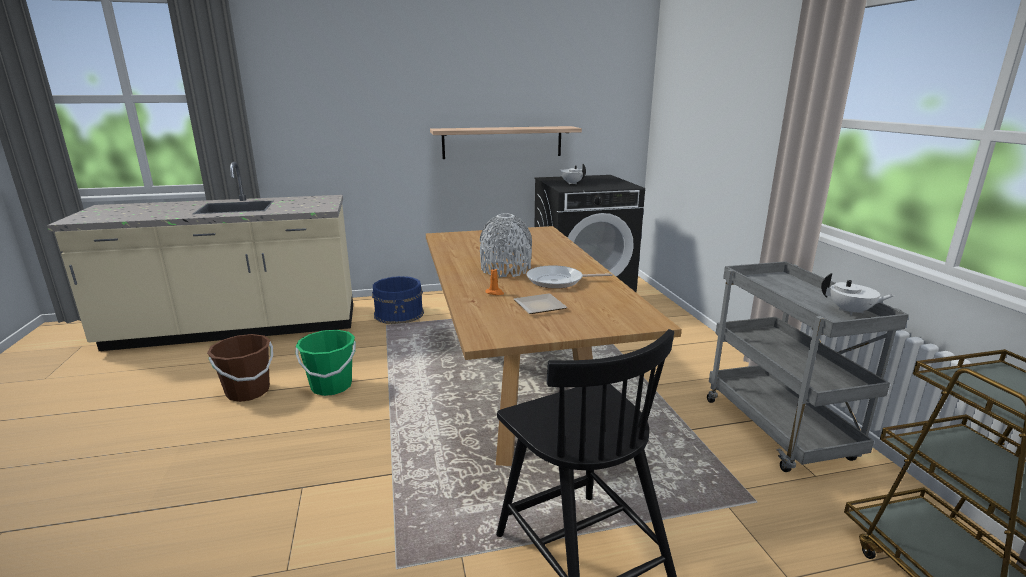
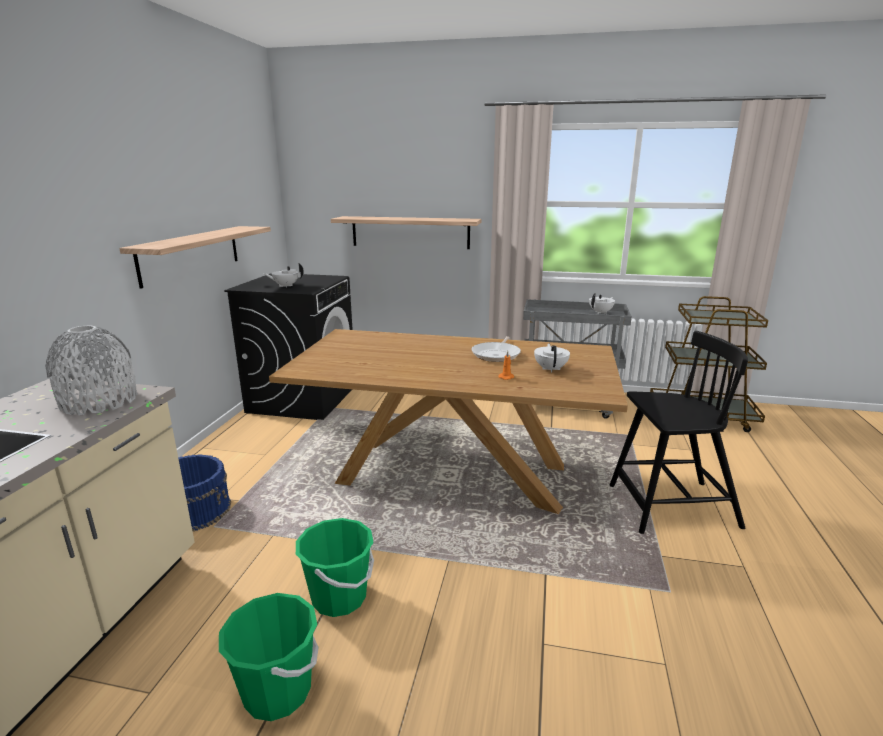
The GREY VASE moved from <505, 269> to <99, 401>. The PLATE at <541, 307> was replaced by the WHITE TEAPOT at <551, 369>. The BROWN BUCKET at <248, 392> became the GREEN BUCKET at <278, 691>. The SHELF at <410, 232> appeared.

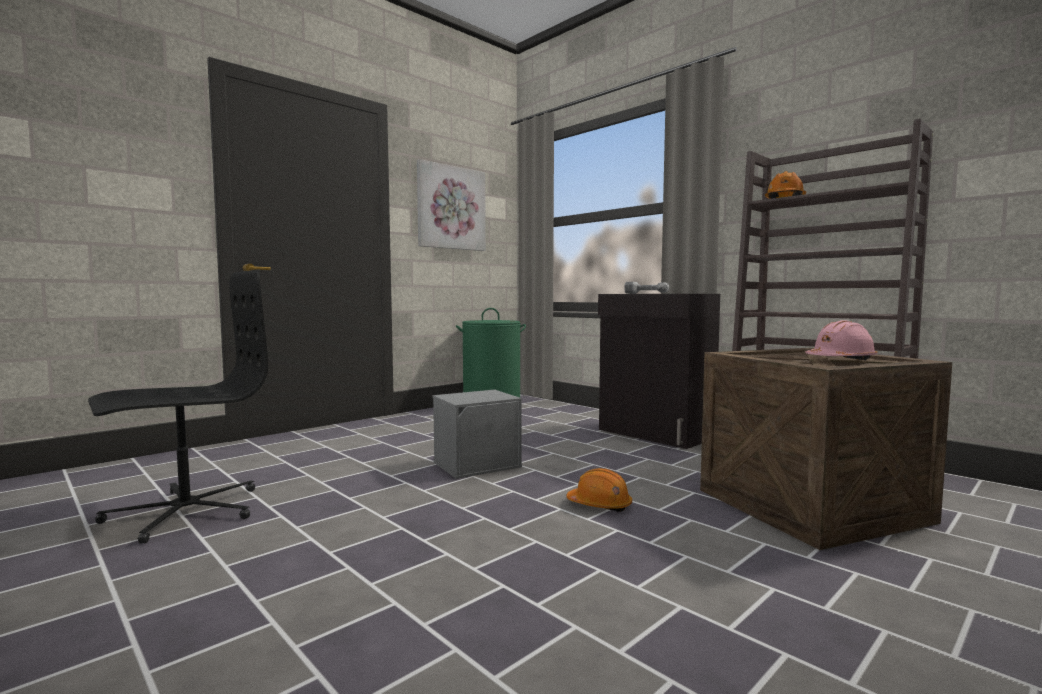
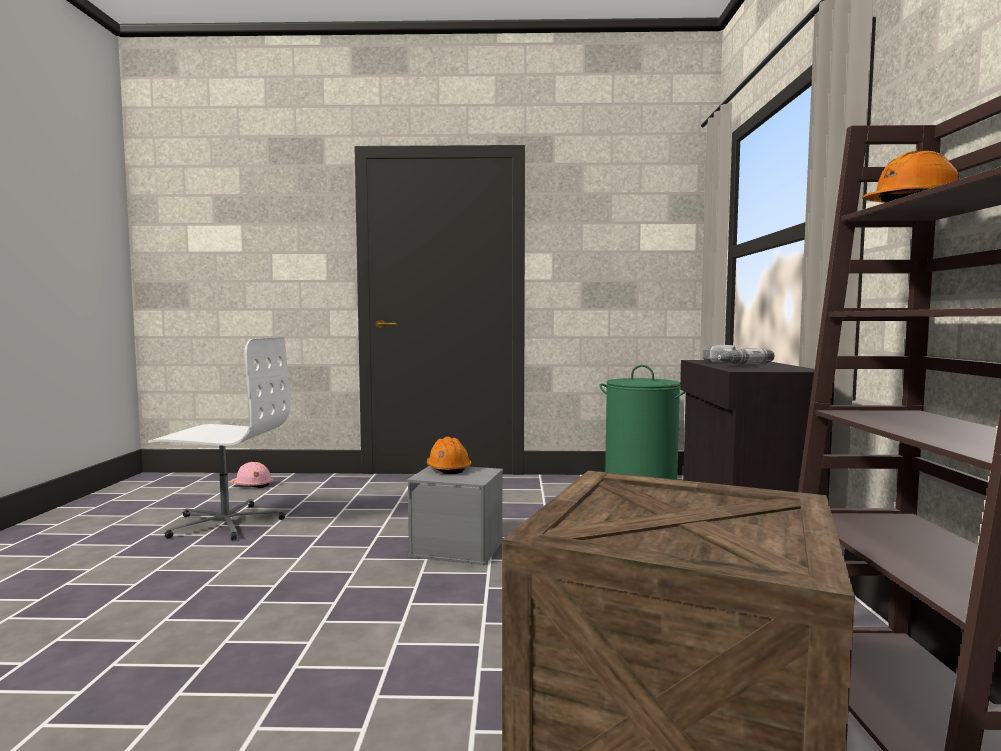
The PICTURE at <451, 208> disappeared. The BLACK OFFICE CHAIR at <184, 511> became the WHITE OFFICE CHAIR at <225, 523>. The PINK HARD HAT moved from <840, 360> to <252, 485>. The ORANGE HARD HAT moved from <599, 505> to <448, 469>.

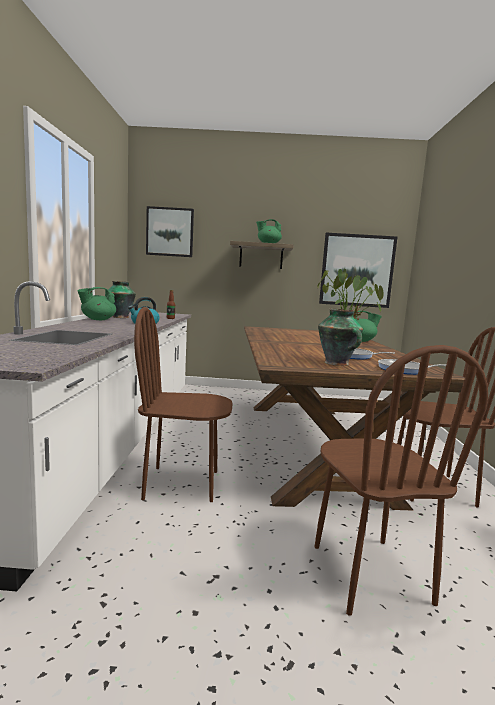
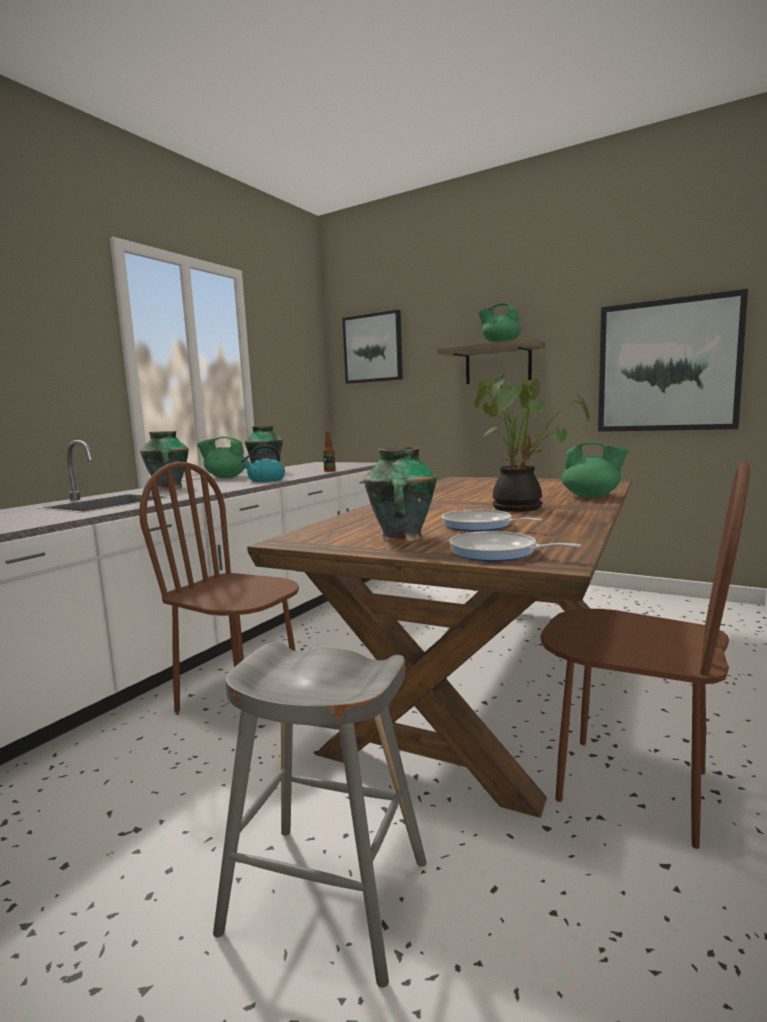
The BROWN CHAIR at <369, 573> was replaced by the GREY STOOL at <327, 896>. The VASE at <168, 488> appeared.

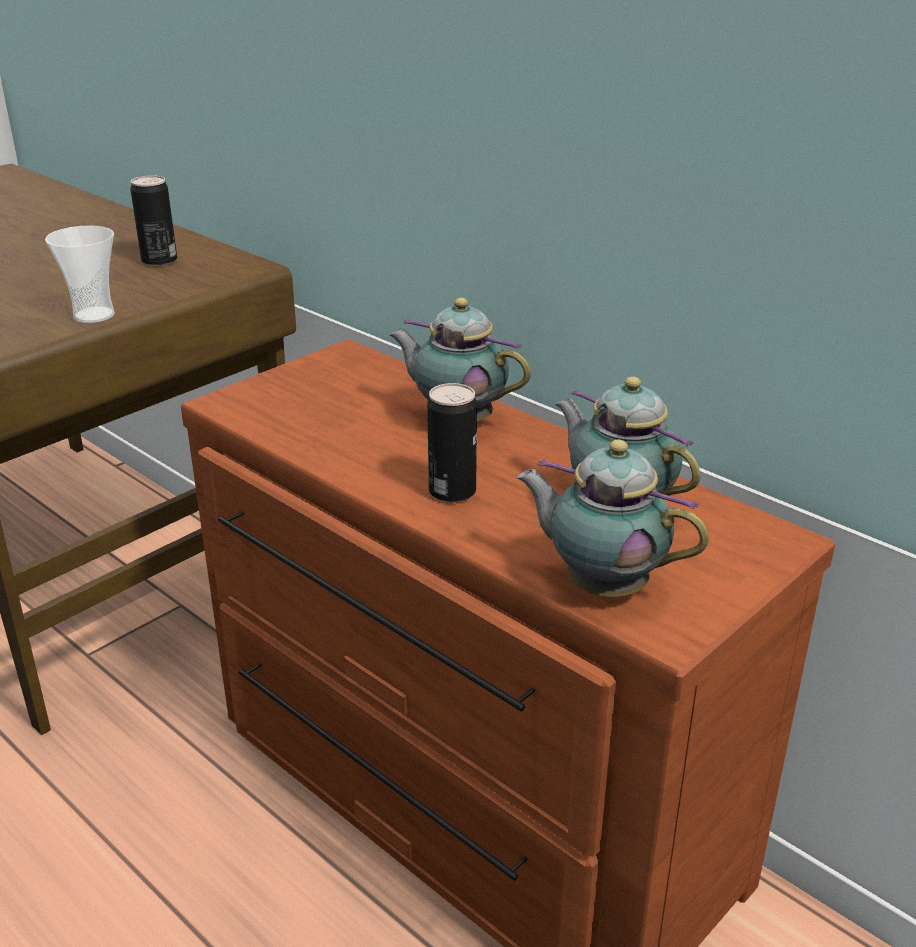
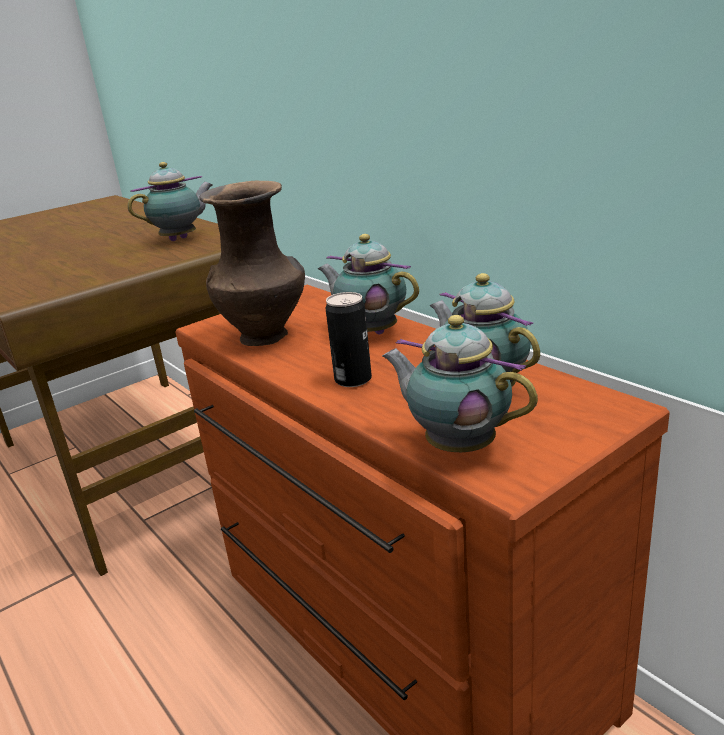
The CAN at <159, 261> was replaced by the TEAPOT at <182, 239>. The CUP at <94, 315> disappeared. The BROWN VASE at <266, 336> appeared.

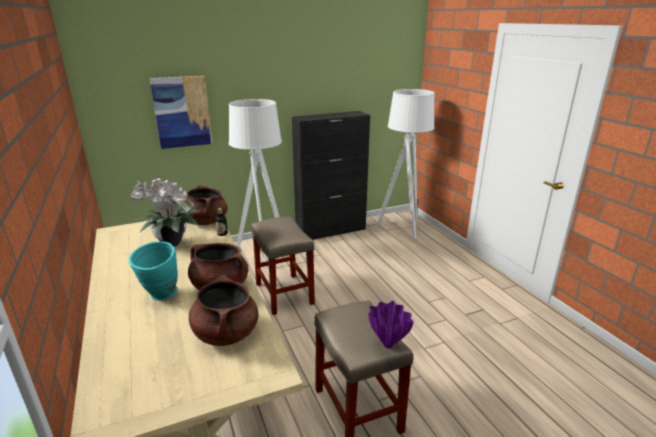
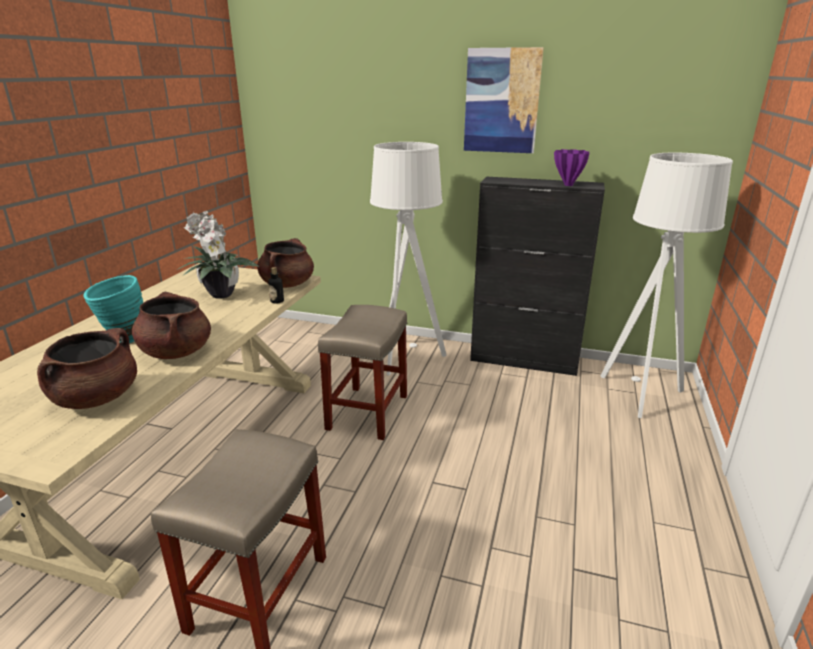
The PICTURE moved from <182, 112> to <501, 101>. The PURPLE VASE moved from <387, 345> to <568, 185>.

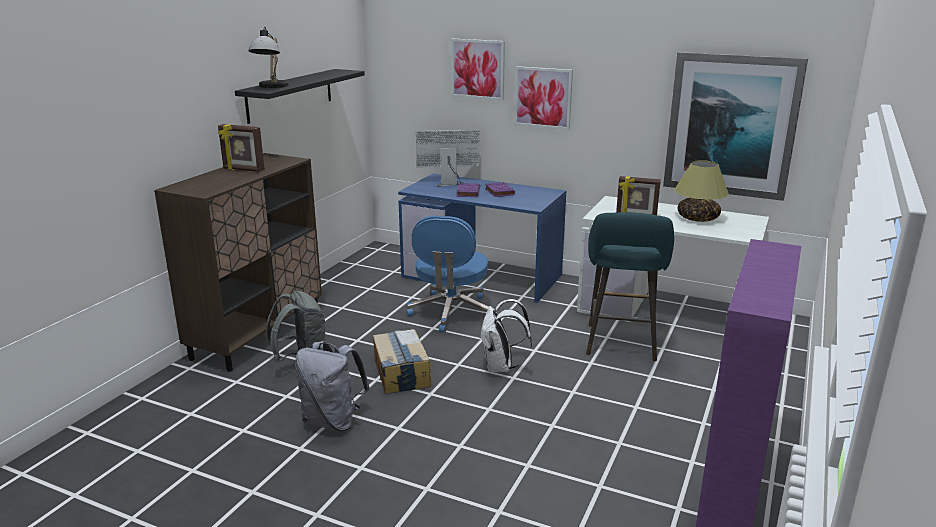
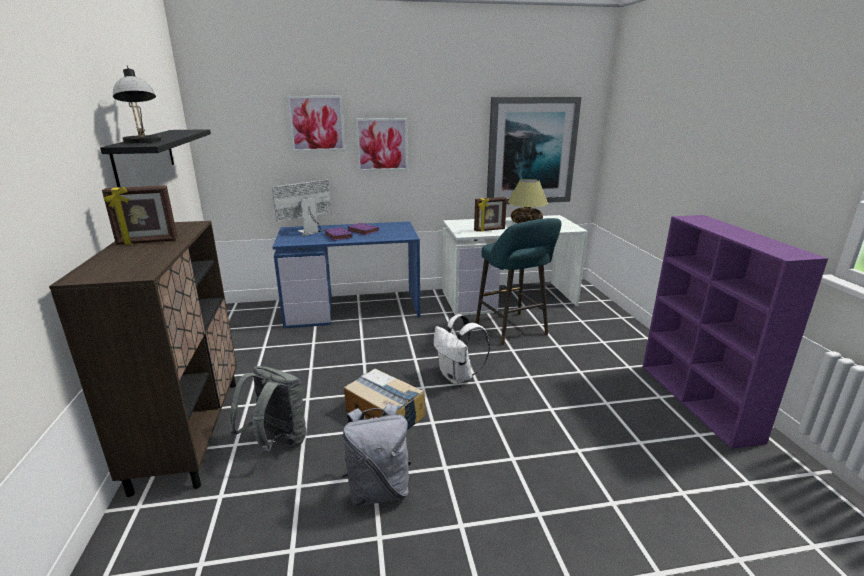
The BLUE OFFICE CHAIR at <451, 313> disappeared.

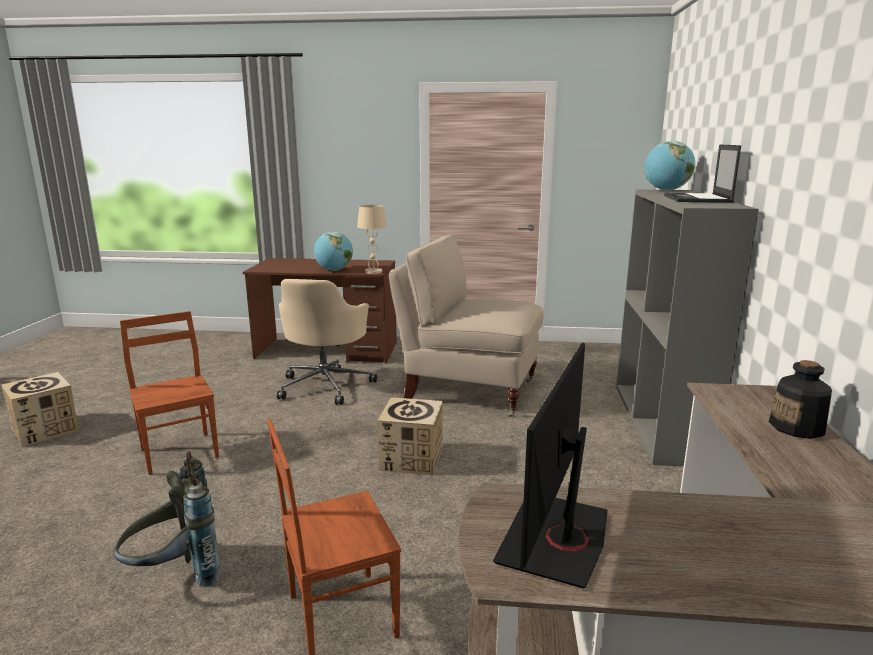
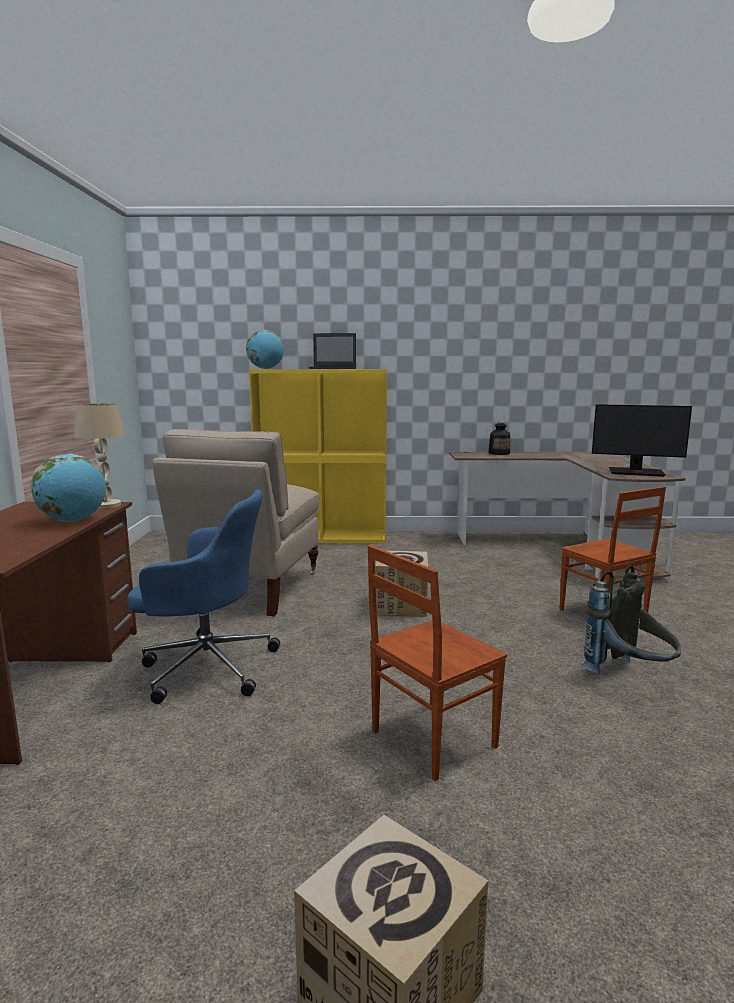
The GREY BOOKCASE at <661, 423> became the YELLOW BOOKCASE at <323, 537>. The BEIGE OFFICE CHAIR at <326, 385> became the BLUE OFFICE CHAIR at <206, 666>.

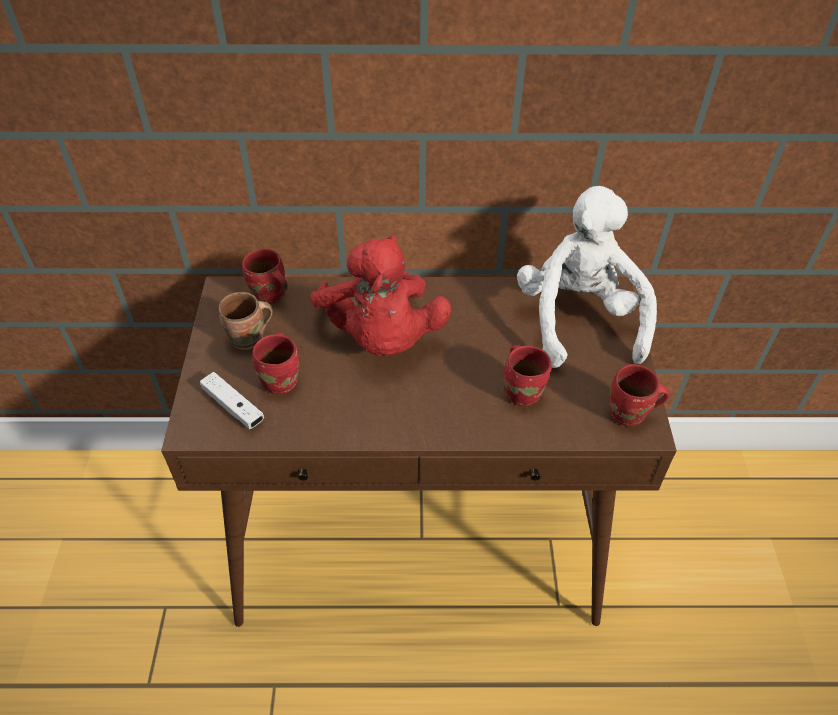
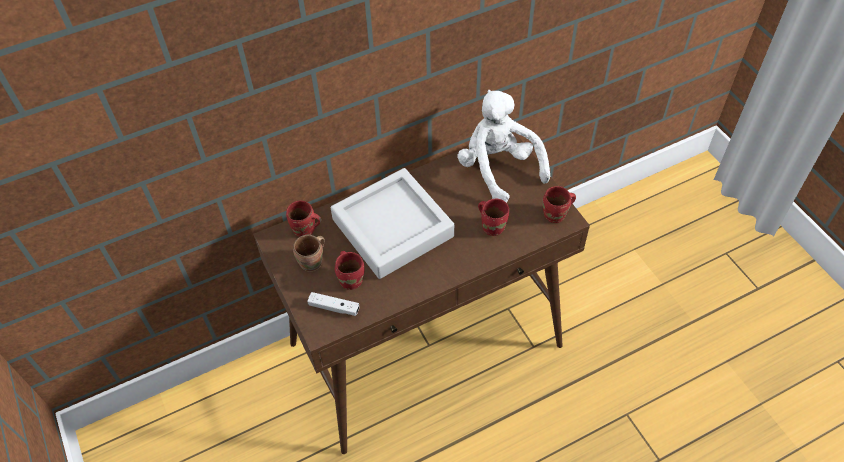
The RED PLUSH TOY at <381, 338> was replaced by the GREY TRAY at <392, 228>.

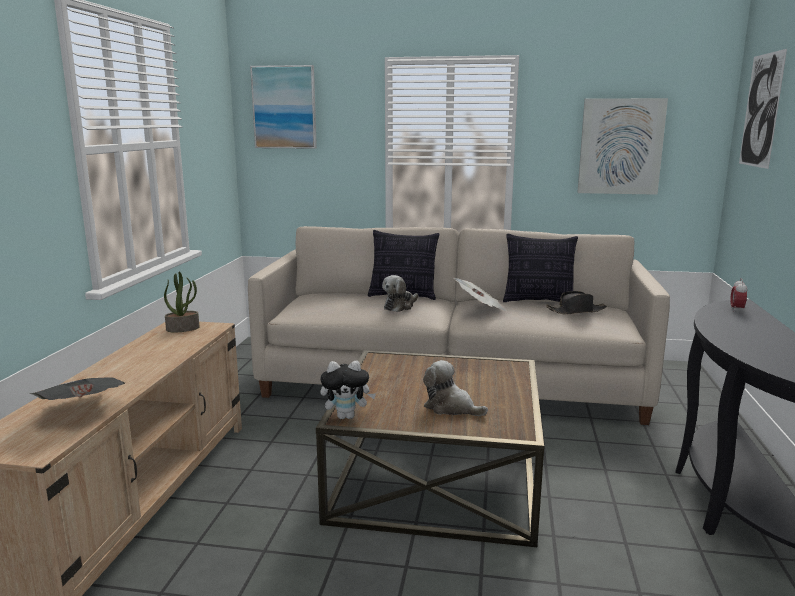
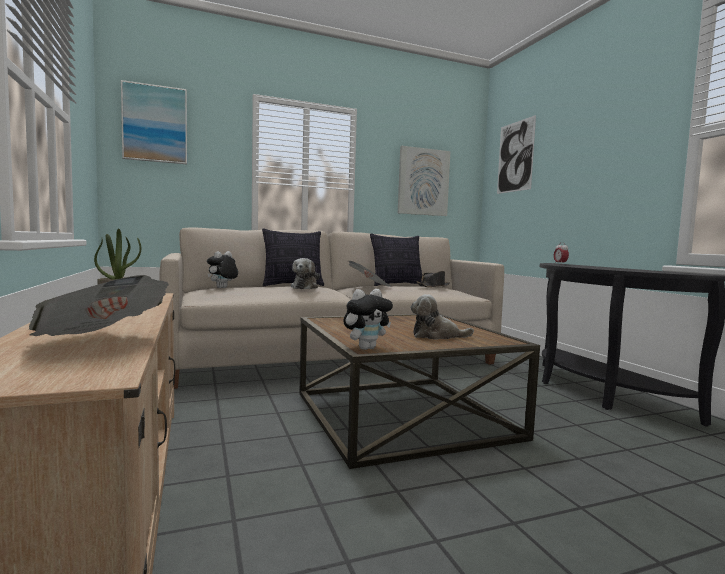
The PLUSH TOY at <222, 288> appeared.

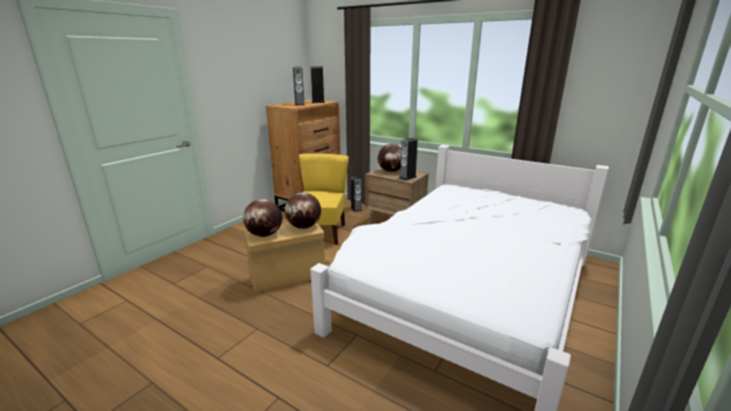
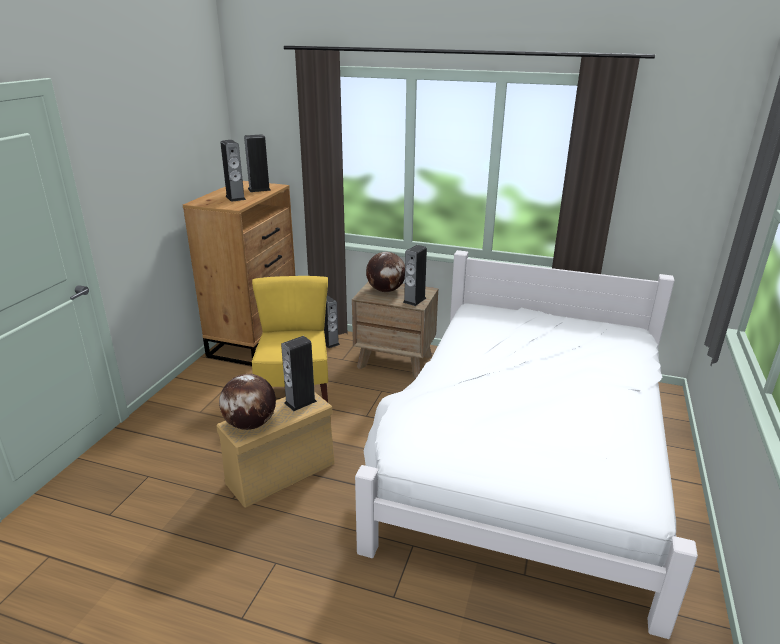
The GLOBE at <304, 227> was replaced by the SPEAKER at <300, 402>.

